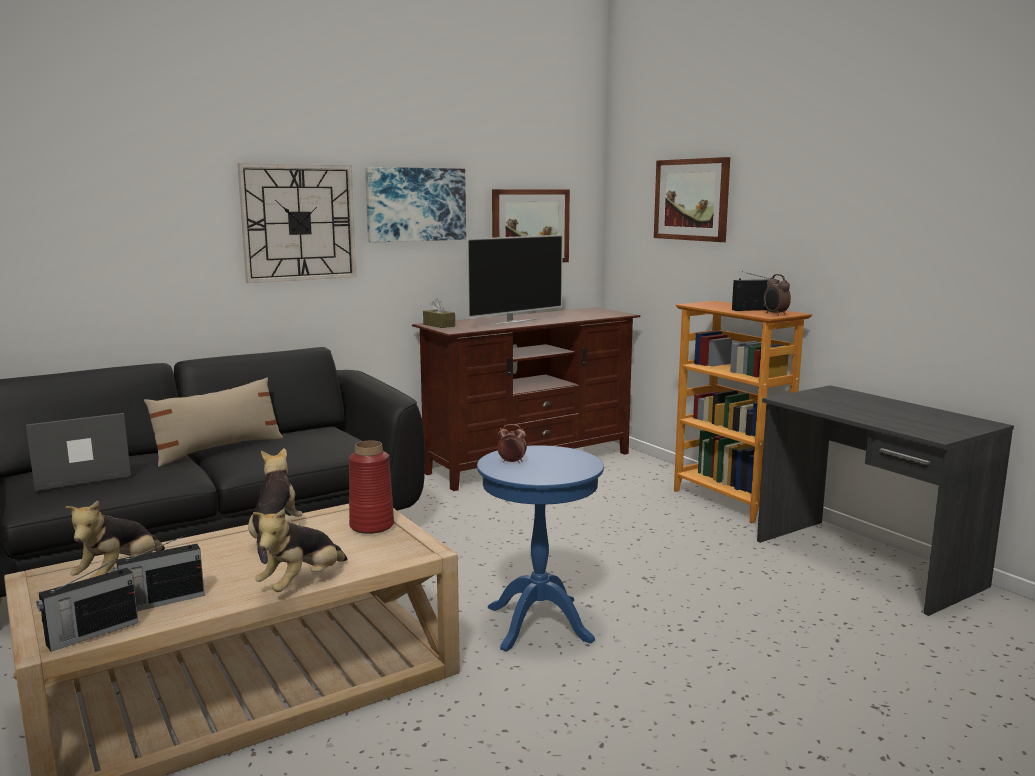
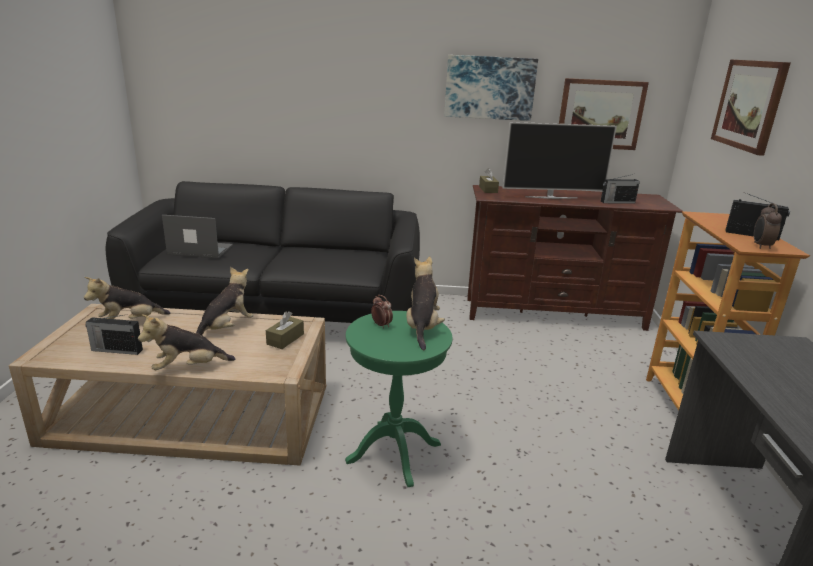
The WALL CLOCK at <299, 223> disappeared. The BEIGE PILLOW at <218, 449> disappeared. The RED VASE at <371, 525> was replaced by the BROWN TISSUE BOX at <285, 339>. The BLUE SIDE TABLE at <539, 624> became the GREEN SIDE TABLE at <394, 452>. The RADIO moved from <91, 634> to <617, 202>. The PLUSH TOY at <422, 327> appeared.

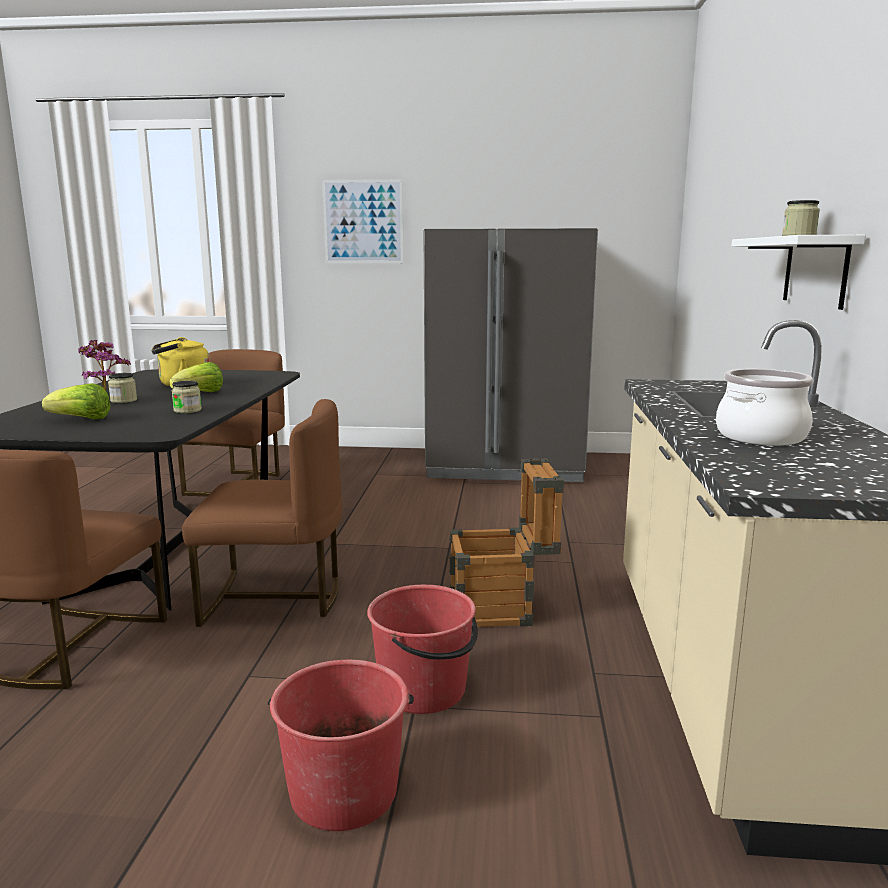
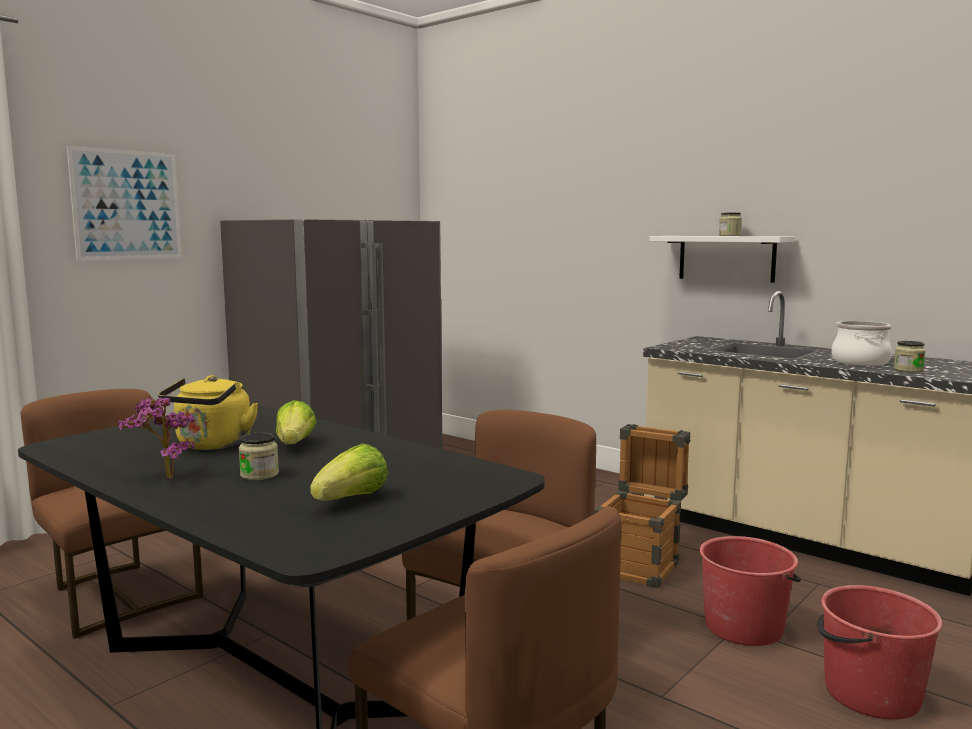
The JAR moved from <187, 410> to <908, 370>.

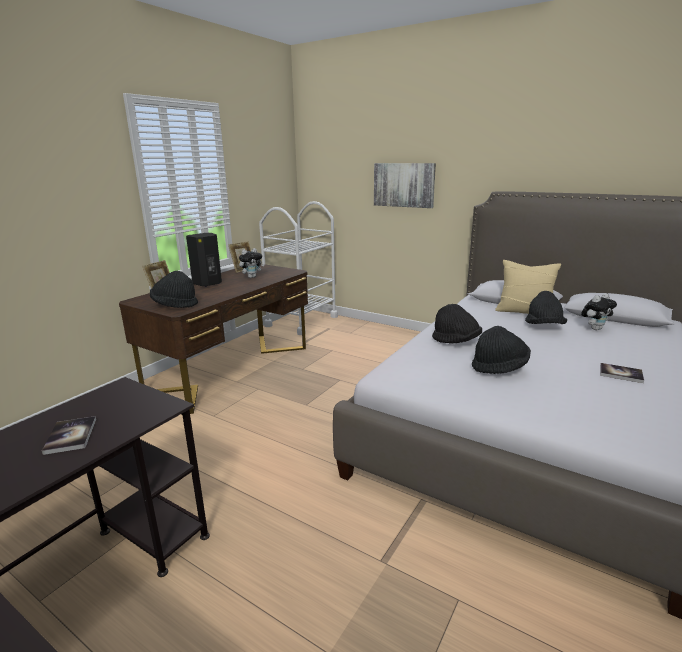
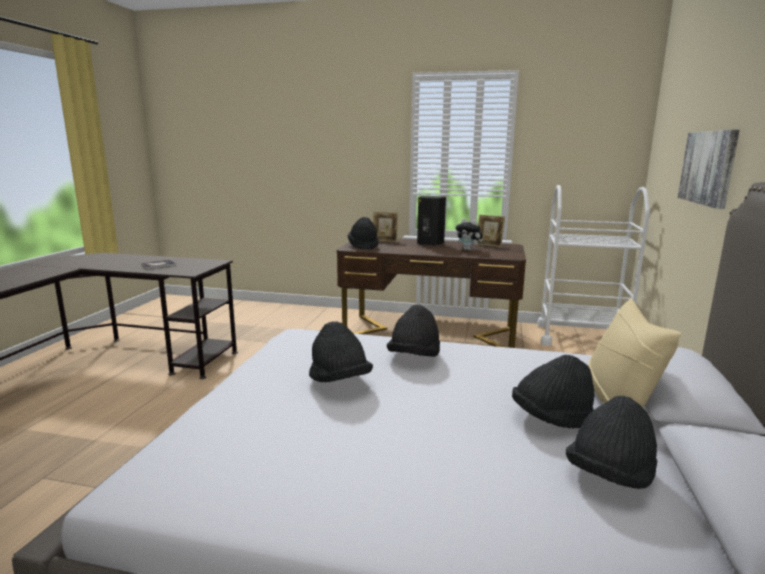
The PLUSH TOY at <595, 328> was replaced by the BLACK HAT at <609, 476>. The BOOK at <620, 374> disappeared.

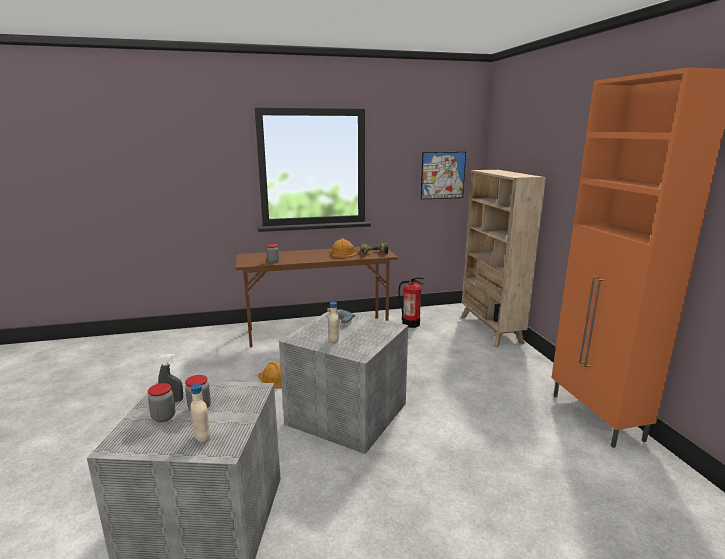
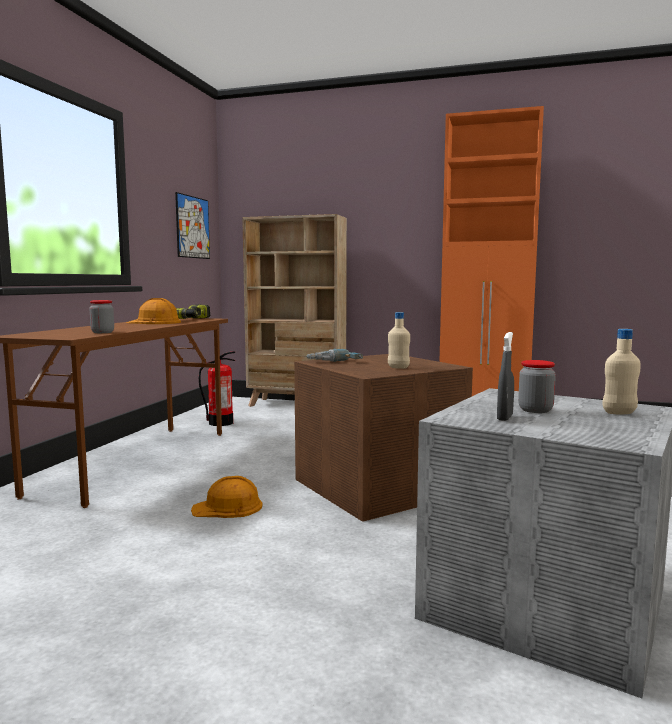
The GREY STORAGE BOX at <349, 413> became the BROWN STORAGE BOX at <379, 485>. The JAR at <163, 417> disappeared.

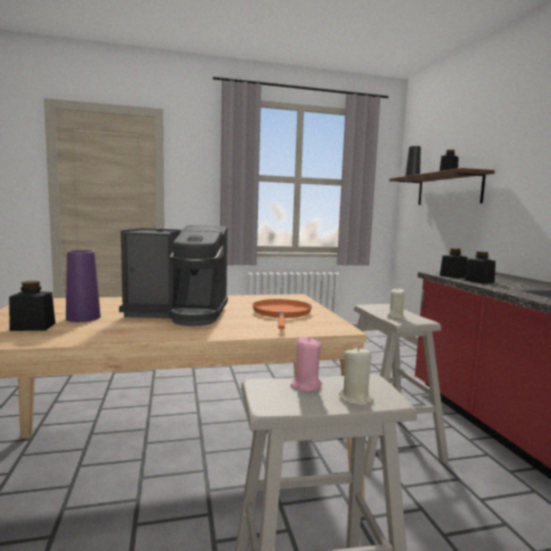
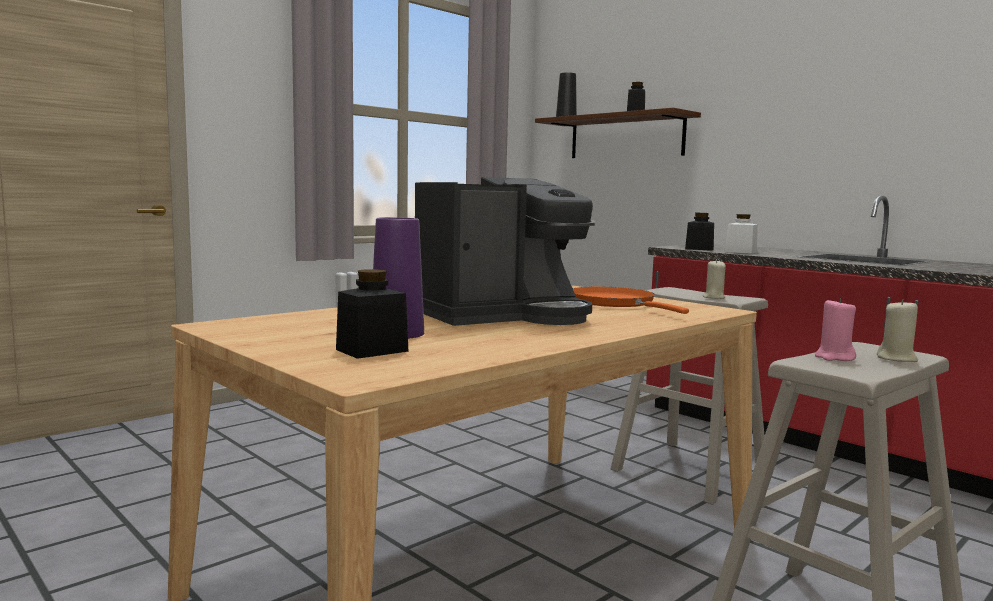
The BLACK JAR at <479, 281> became the WHITE JAR at <740, 252>.

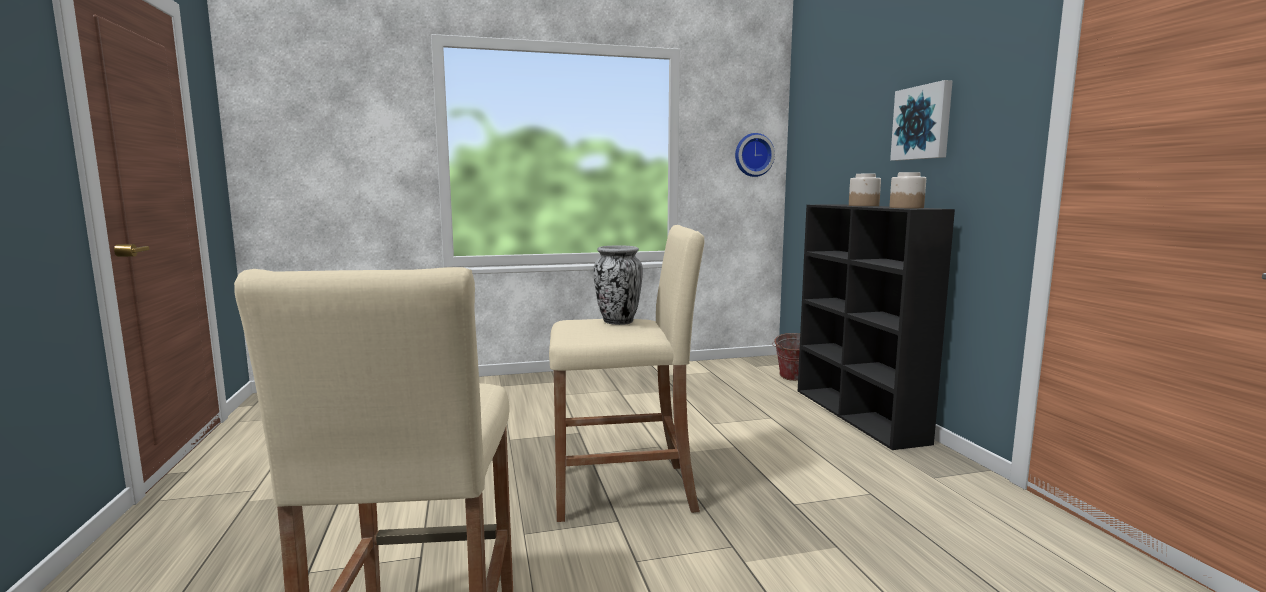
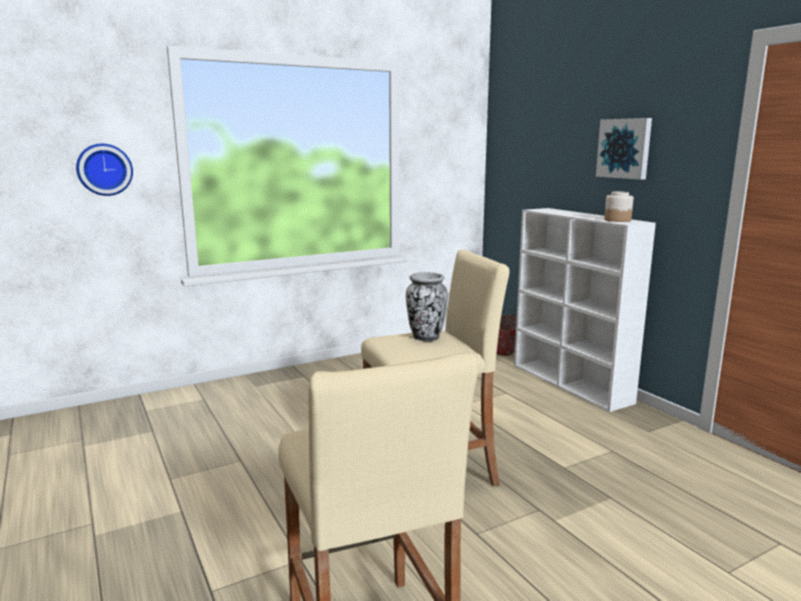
The WALL CLOCK moved from <753, 155> to <104, 169>. The JAR at <864, 206> disappeared. The BLACK BOOKCASE at <859, 415> became the WHITE BOOKCASE at <571, 383>.

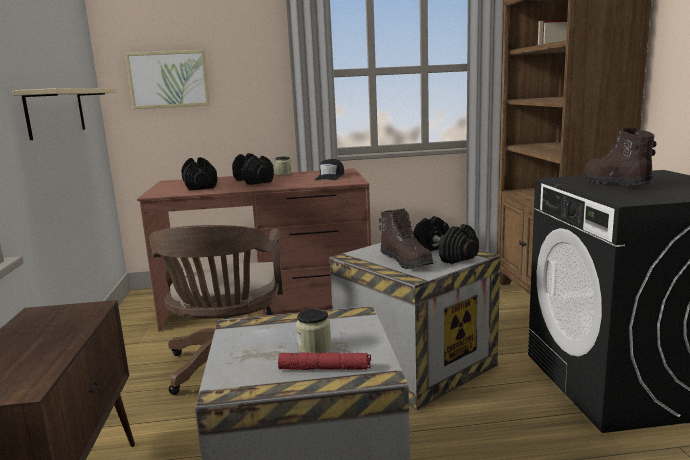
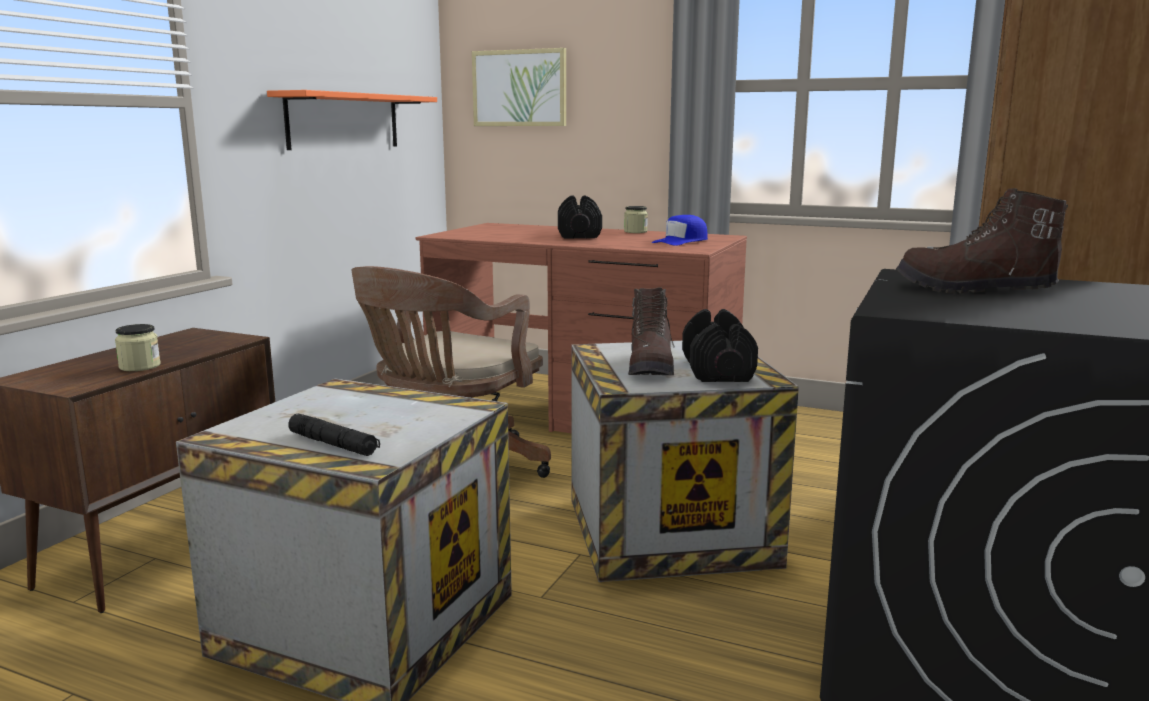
The BEIGE SHELF at <56, 112> became the ORANGE SHELF at <344, 121>. The BROWN BOOT at <614, 183> turned 90 degrees counterclockwise. The BLACK DUMBBELL at <200, 186> disappeared. The BLACK CAP at <330, 177> became the BLUE CAP at <681, 241>. The JAR moved from <314, 347> to <140, 366>. The RED FLASHLIGHT at <325, 369> became the BLACK FLASHLIGHT at <333, 444>.

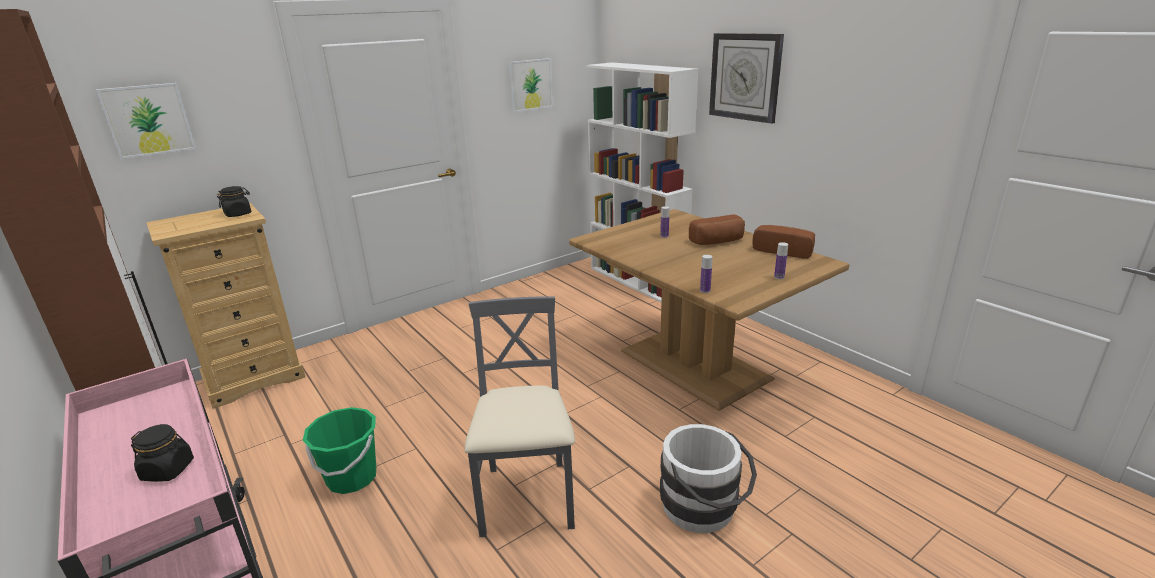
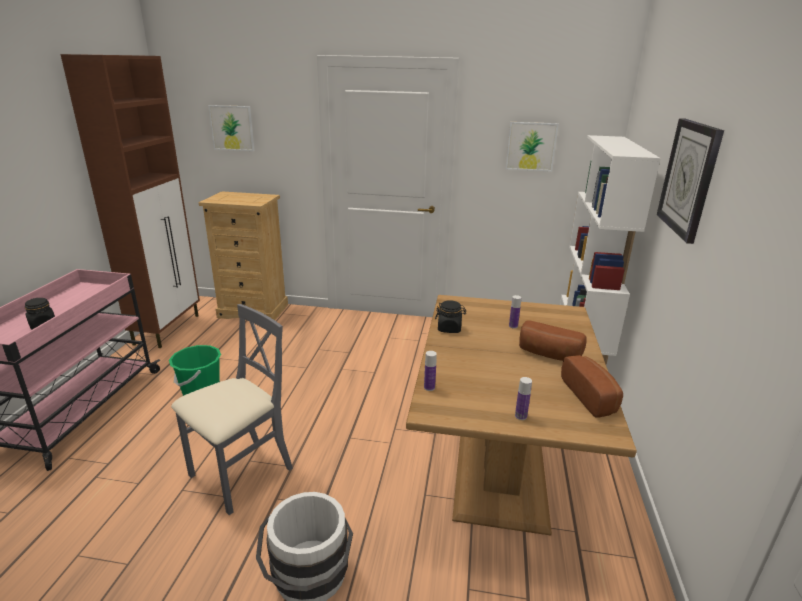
The BLACK JAR moved from <238, 214> to <449, 328>.

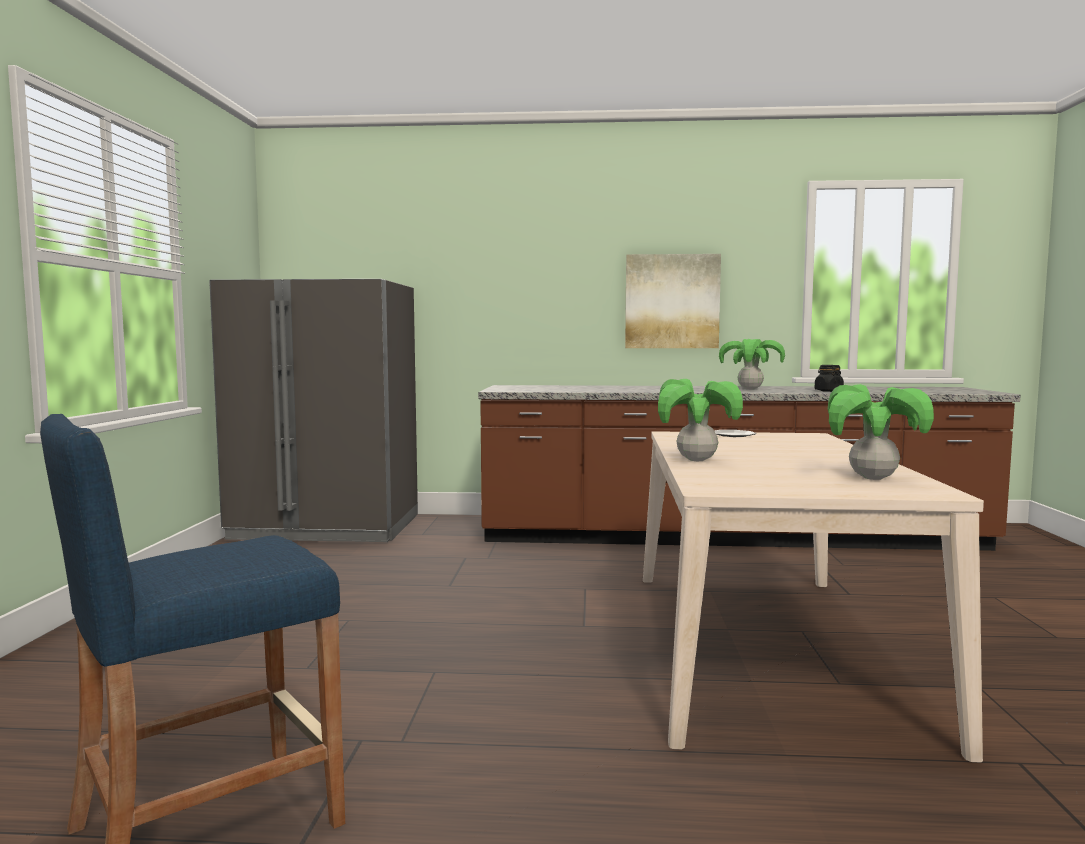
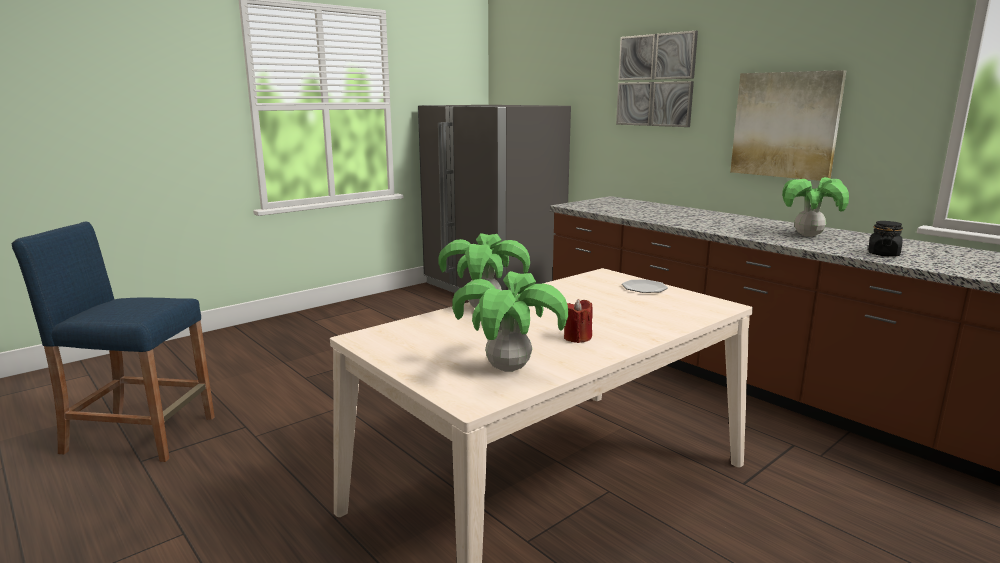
The PICTURE at <655, 80> appeared. The RED CANDLE at <577, 338> appeared.

